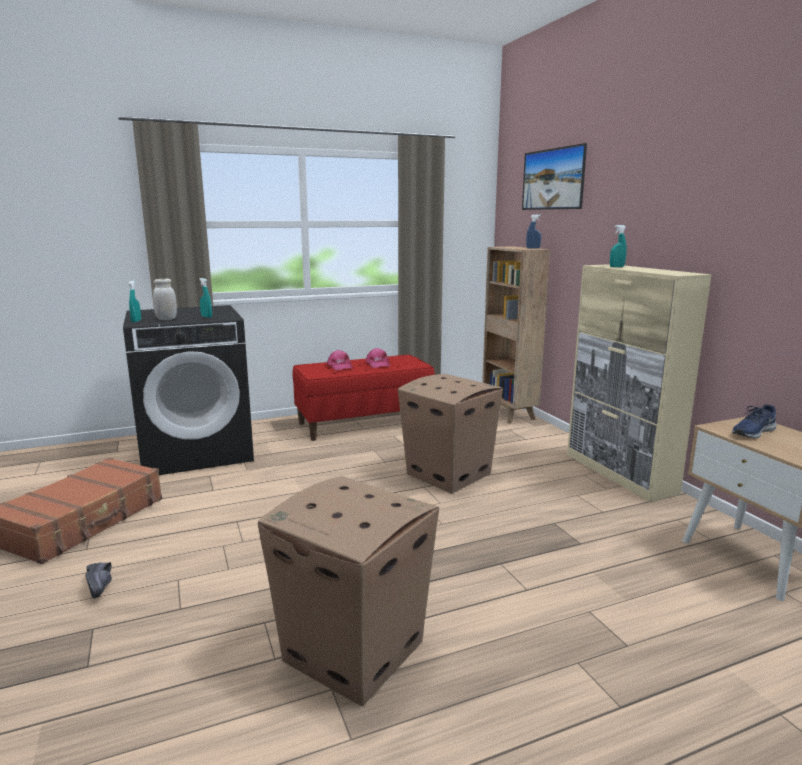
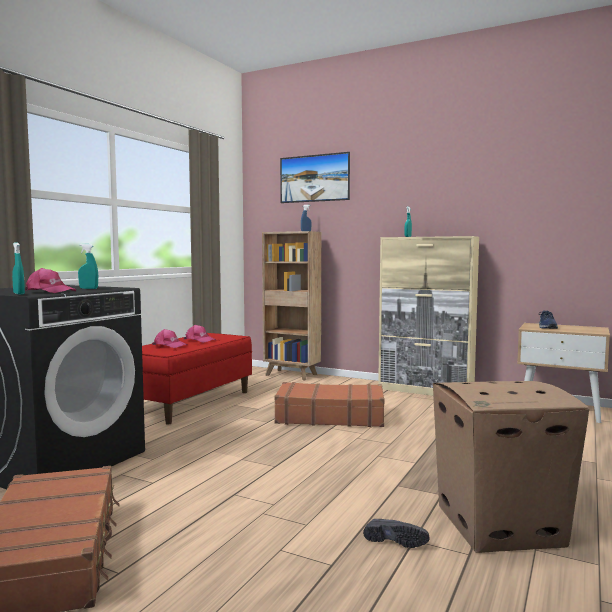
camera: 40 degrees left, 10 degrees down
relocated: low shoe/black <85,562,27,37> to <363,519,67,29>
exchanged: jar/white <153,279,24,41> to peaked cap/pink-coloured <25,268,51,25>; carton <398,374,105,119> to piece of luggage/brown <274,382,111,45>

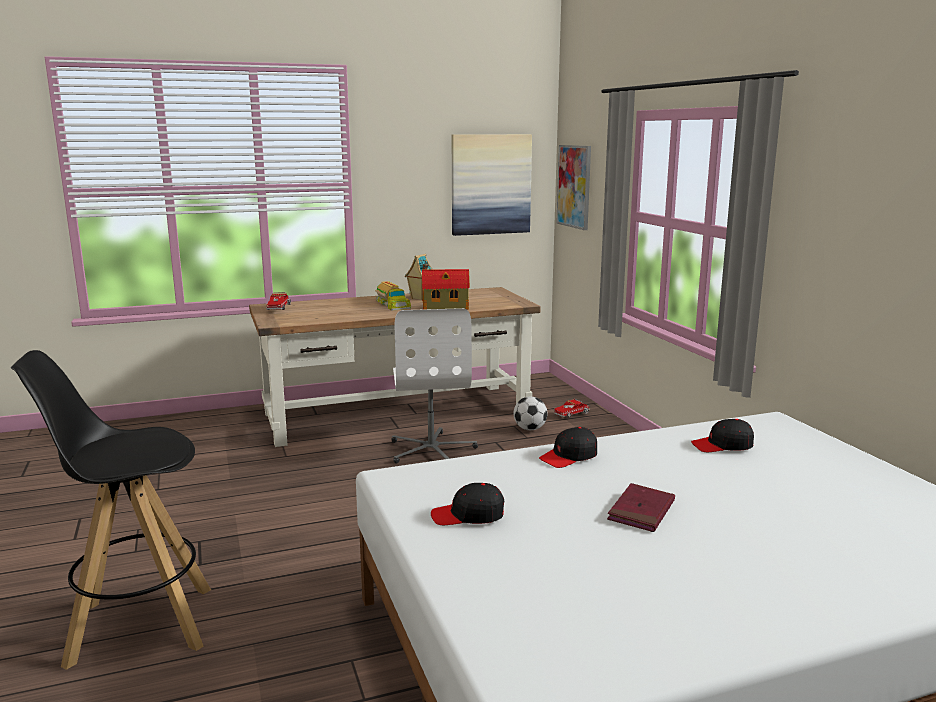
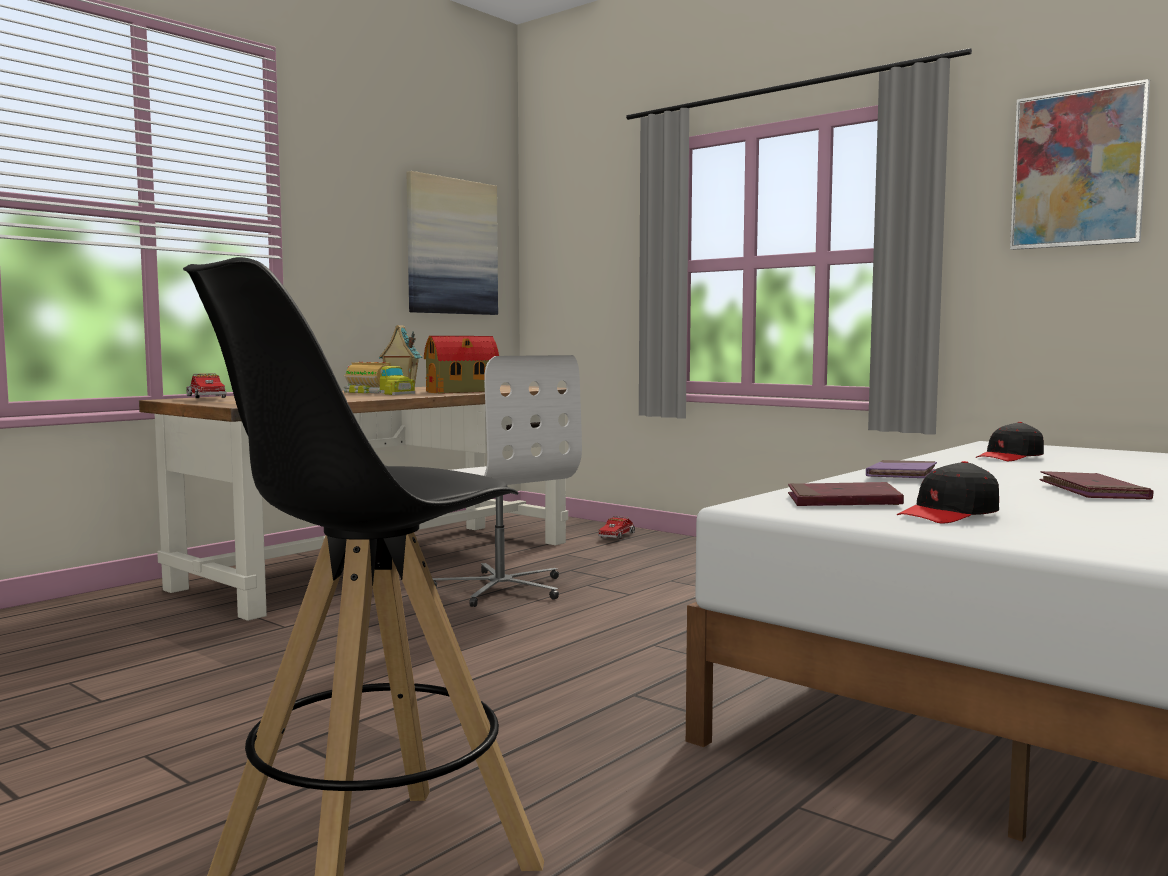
camera: 30 degrees left, 10 degrees down
missing: football <513,396,35,34>
appeared: bound book/reddish <788,482,116,24>
relocated: wall art <556,145,35,85> to <1010,79,140,171>
exchanged: peaked cap/black <539,427,58,41> to bound book/purple <866,460,71,18>

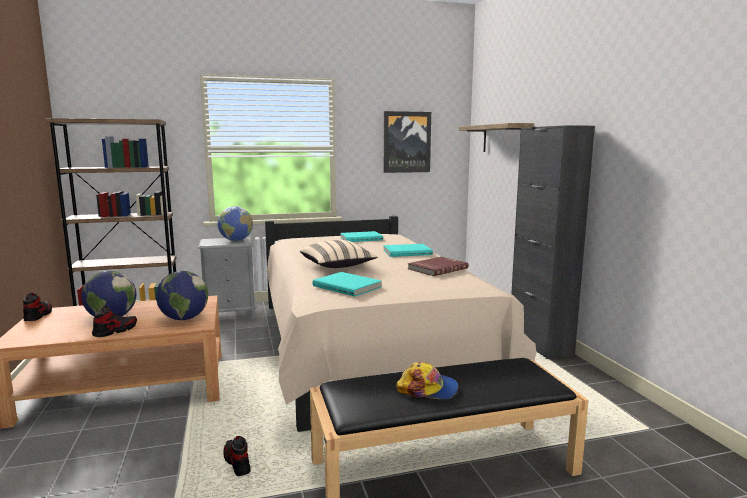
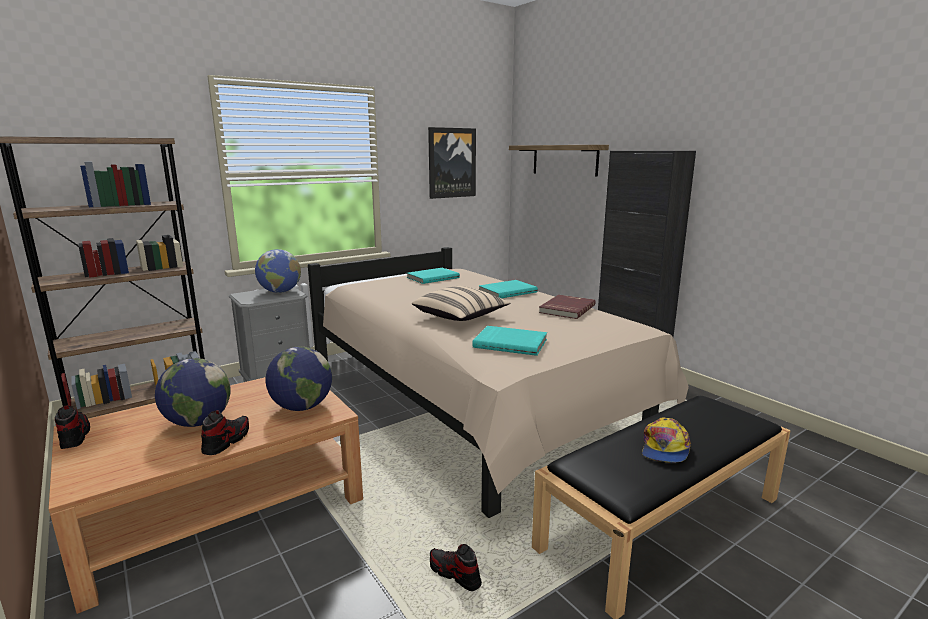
camera: 20 degrees left, 5 degrees up
spun: peaked cap <396,362,62,38> = <642,418,49,44> 120 degrees clockwise

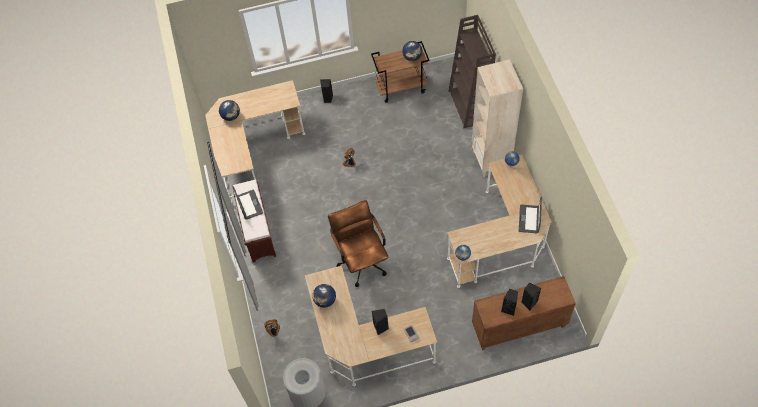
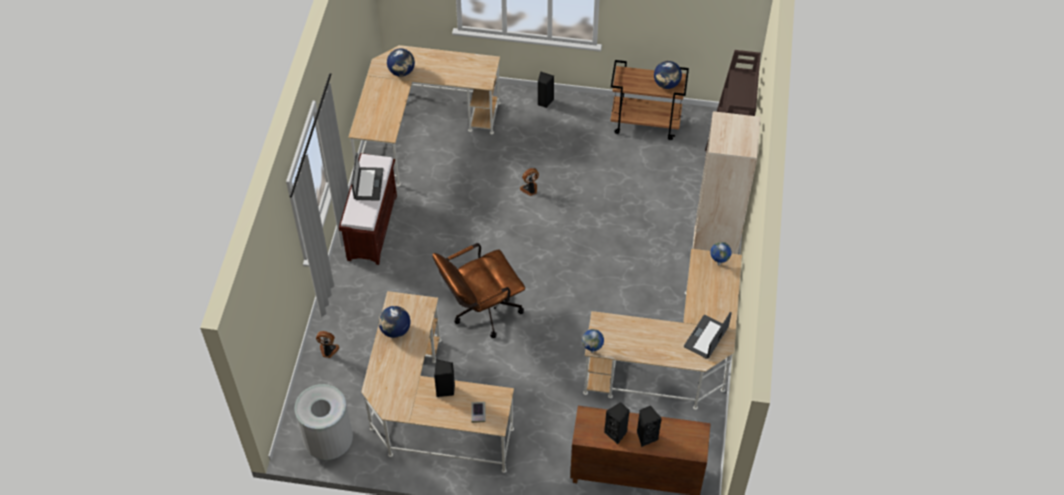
camera: 20 degrees right, 5 degrees down
spun: computer chair/brown <328,200,60,87> = <432,243,93,95> 120 degrees counterclockwise

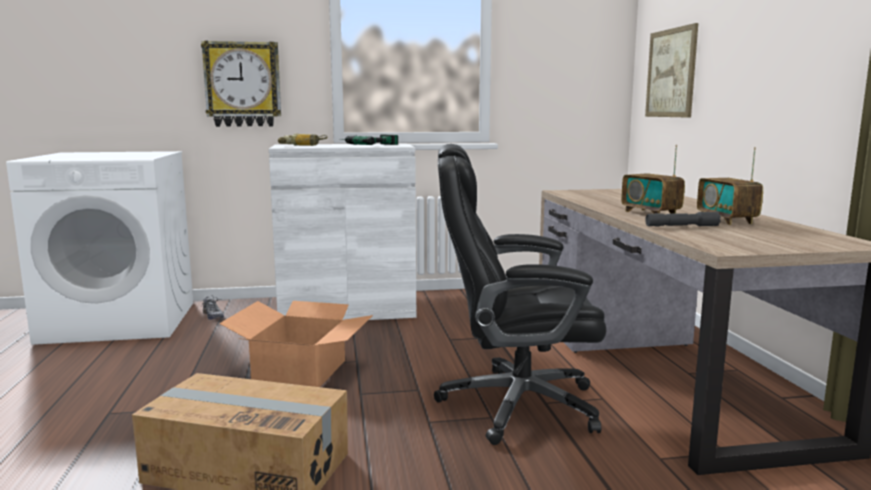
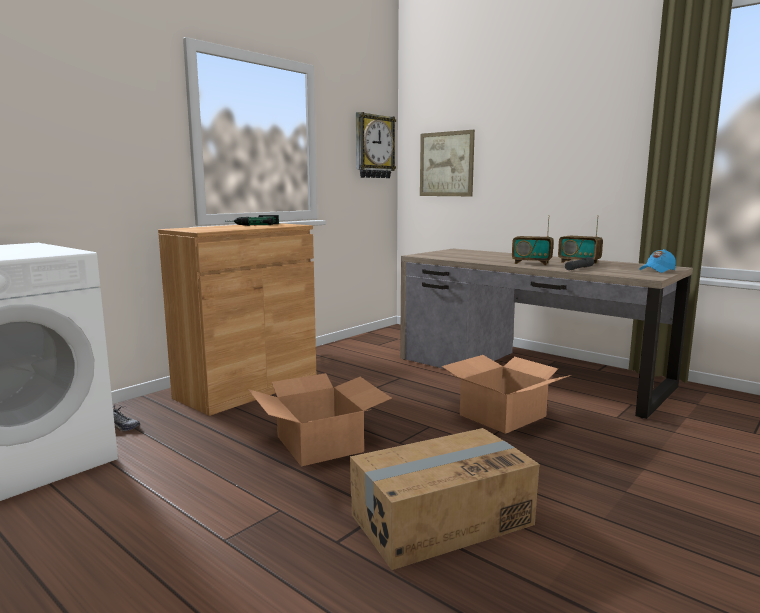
camera: 40 degrees left, 0 degrees up
missing: electric drill <278,134,50,12>
appeared: peaked cap/bluish <639,249,37,24>
relocated: hanging clock <201,41,80,86> to <356,112,40,66>
exchanged: computer chair/black <434,144,172,301> to carton <441,355,130,79>
colour: cabinet/white <269,144,147,176> to cabinet/brown <158,223,158,193>

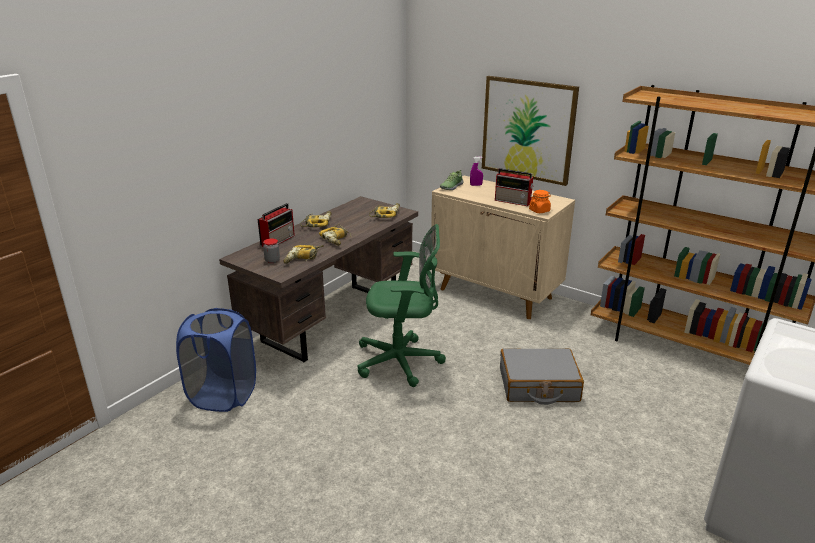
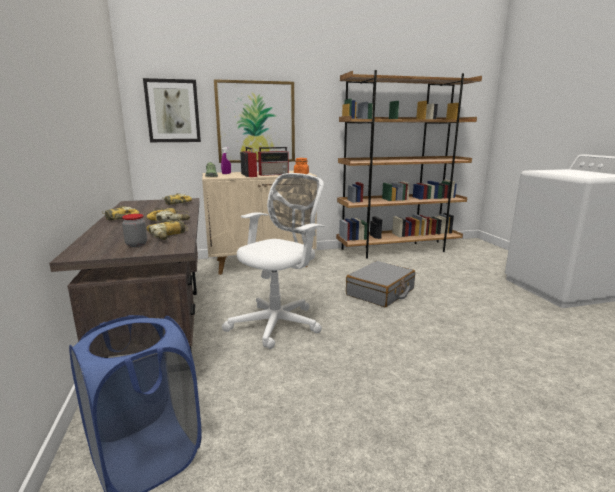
camera: 50 degrees left, 10 degrees down
appeared: wall art <143,78,58,64>
relocated: radio <258,203,37,44> to <240,147,17,30>
colour: computer chair/green <357,224,89,163> to computer chair/white <222,173,103,176>

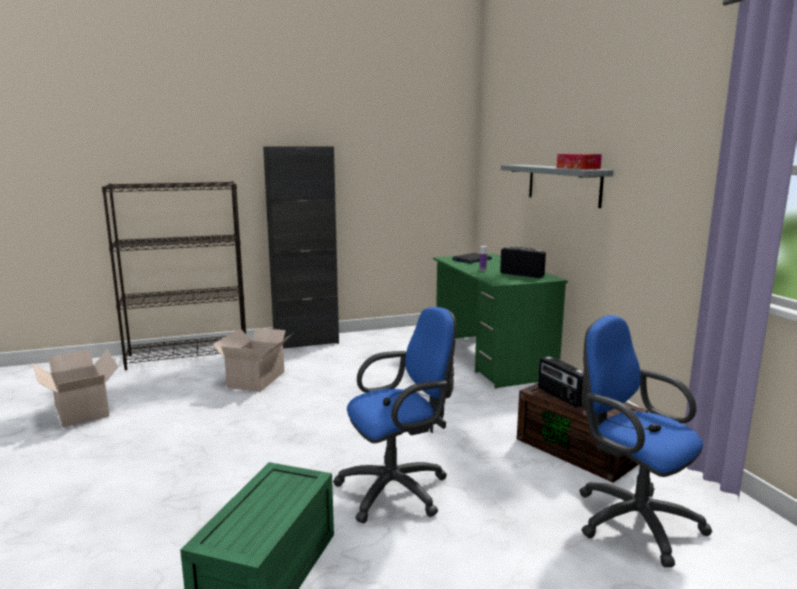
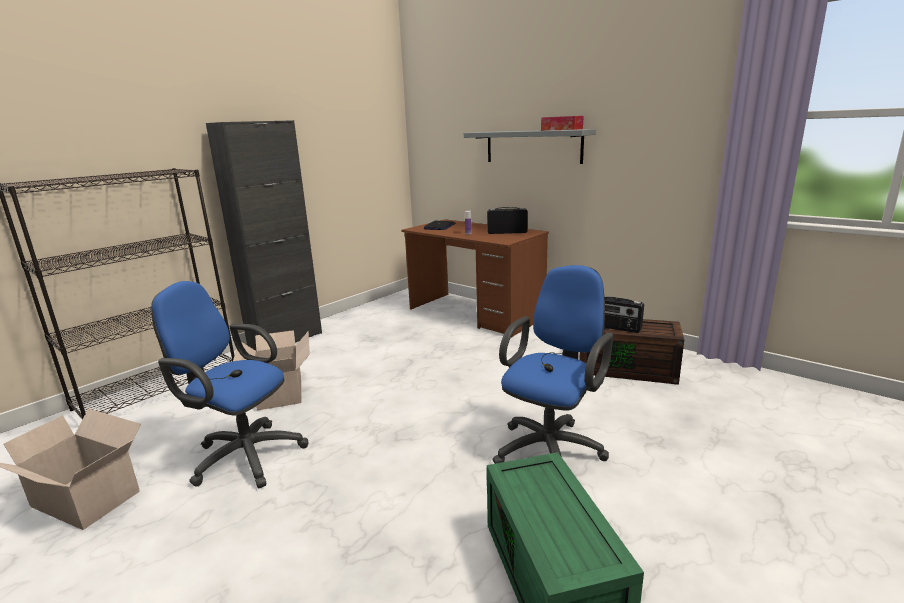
camera: 30 degrees left, 5 degrees up
relocated: computer chair/bluish <579,315,133,252> to <151,281,157,208>
colour: desk table/green <433,254,135,135> to desk table/brown <401,219,148,119>

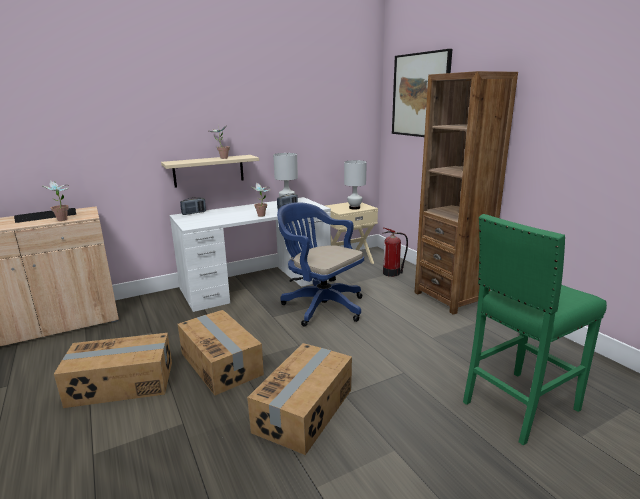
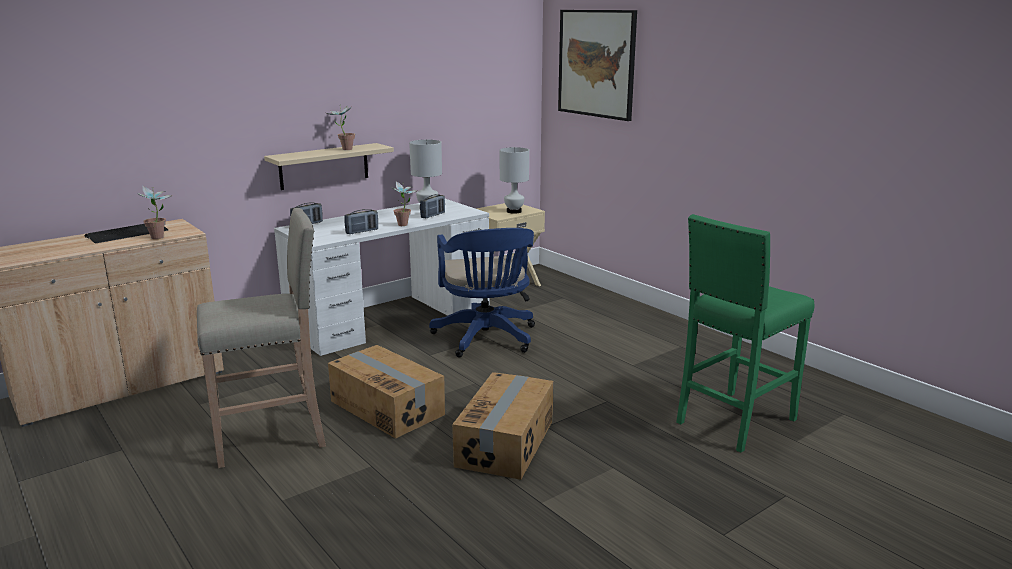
camera: 10 degrees left, 0 degrees up
missing: extinguisher <382,227,26,50>; shelving unit/brown <415,71,103,244>
appeared: radio <345,209,33,25>
exchanged: carton <54,333,118,75> to stool/beige <197,208,129,260>
spun: computer chair/bluish <277,202,87,125> = <429,228,106,129> 135 degrees counterclockwise

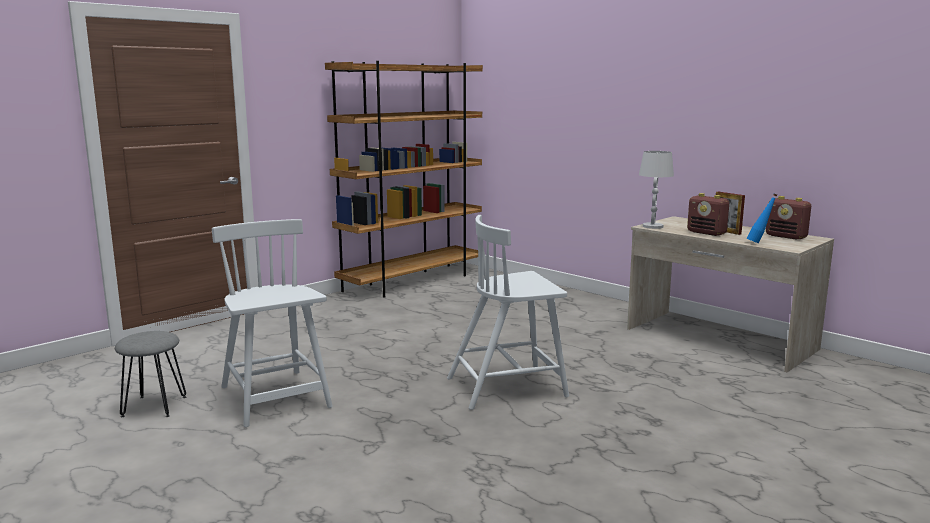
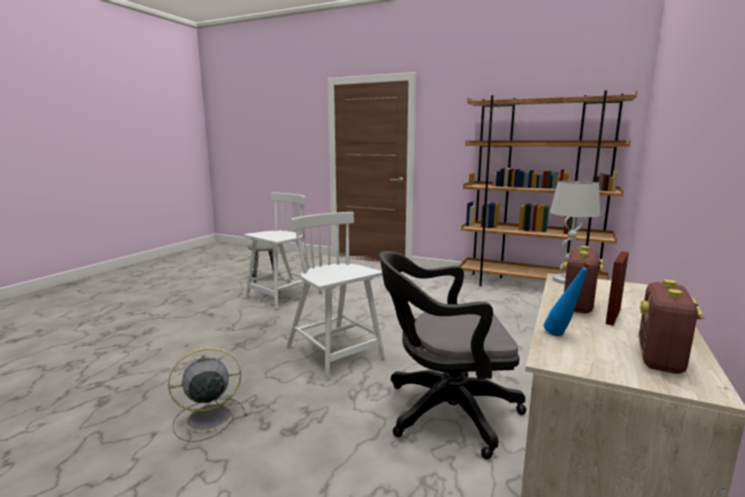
camera: 70 degrees right, 0 degrees up
appeared: cooling fan/gray <168,347,79,95>; computer chair/black <379,251,148,209>

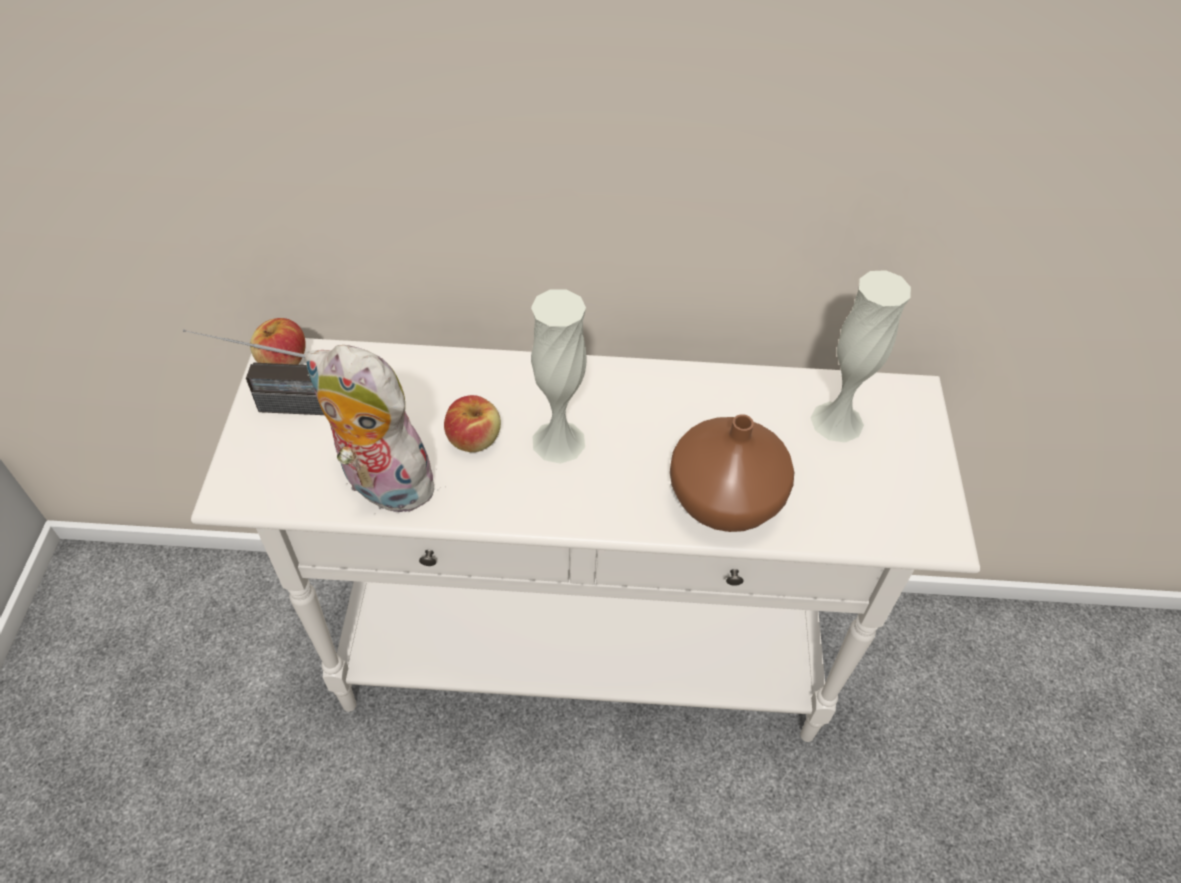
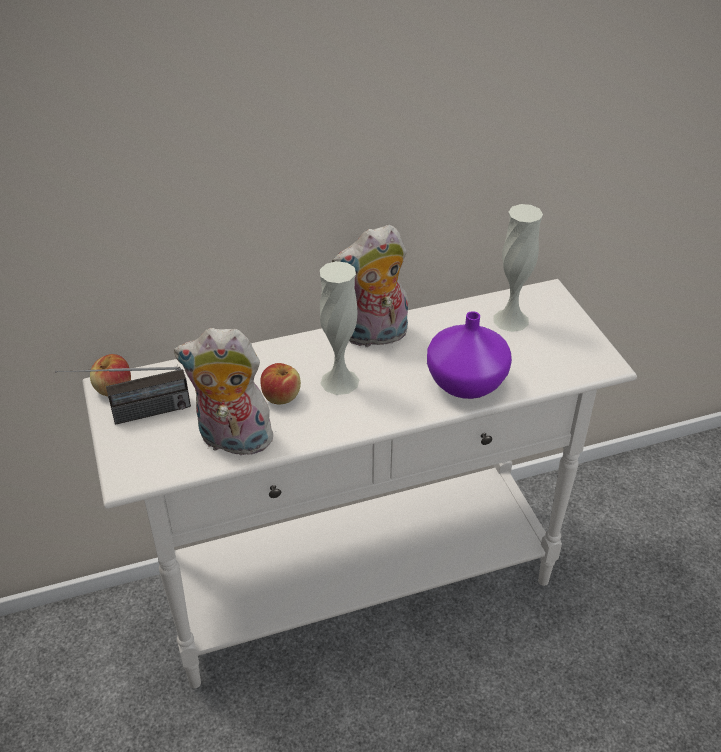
camera: 20 degrees left, 10 degrees down
appeared: soft toy <332,224,76,124>
colour: flower vase/brown <670,414,124,118> to flower vase/purple <427,311,85,88>

